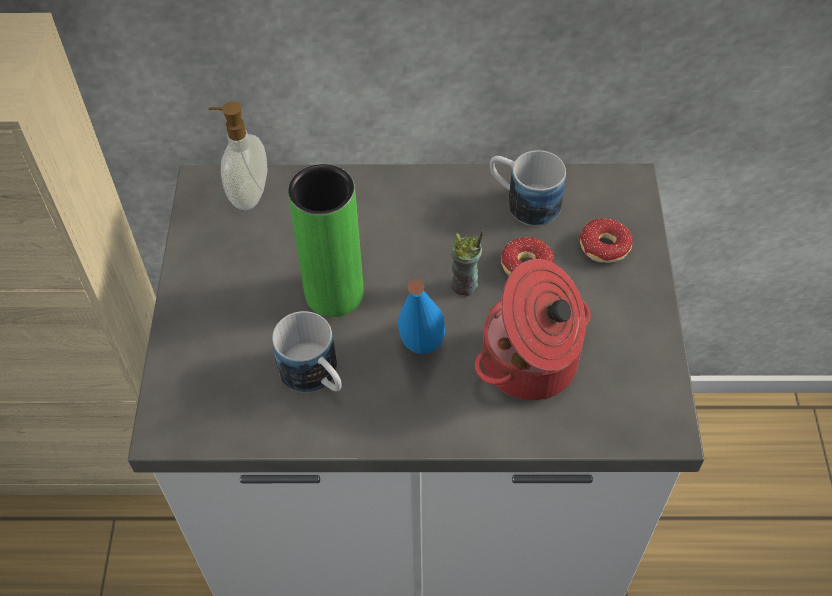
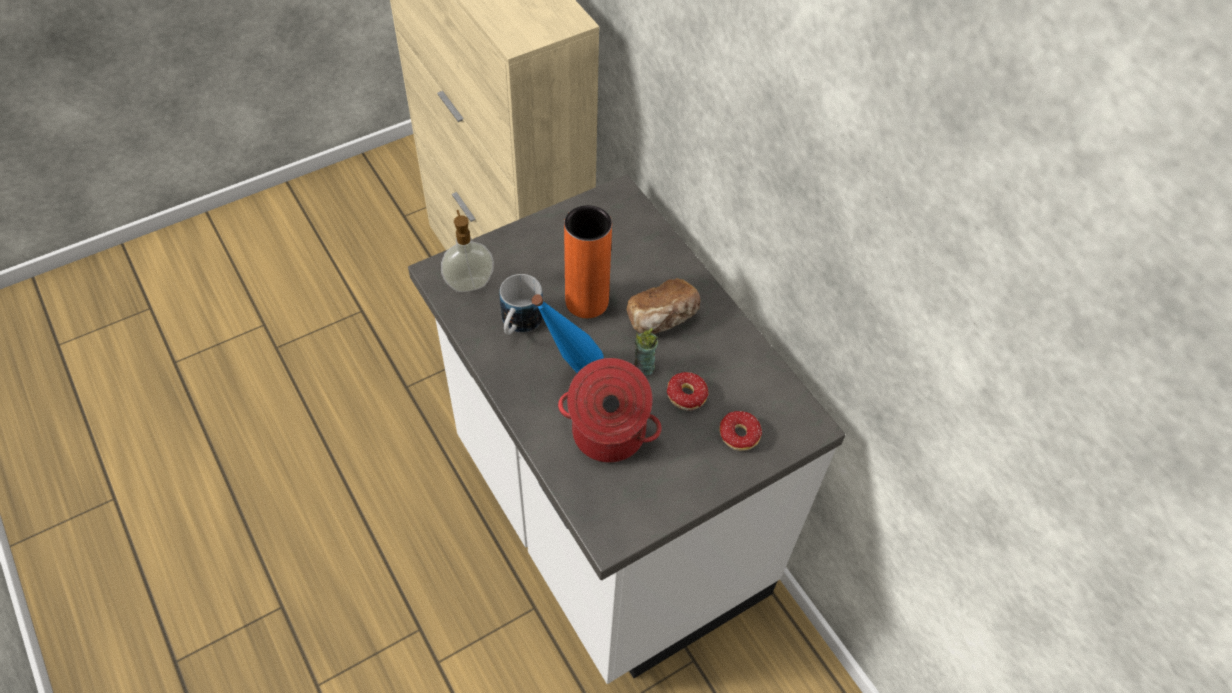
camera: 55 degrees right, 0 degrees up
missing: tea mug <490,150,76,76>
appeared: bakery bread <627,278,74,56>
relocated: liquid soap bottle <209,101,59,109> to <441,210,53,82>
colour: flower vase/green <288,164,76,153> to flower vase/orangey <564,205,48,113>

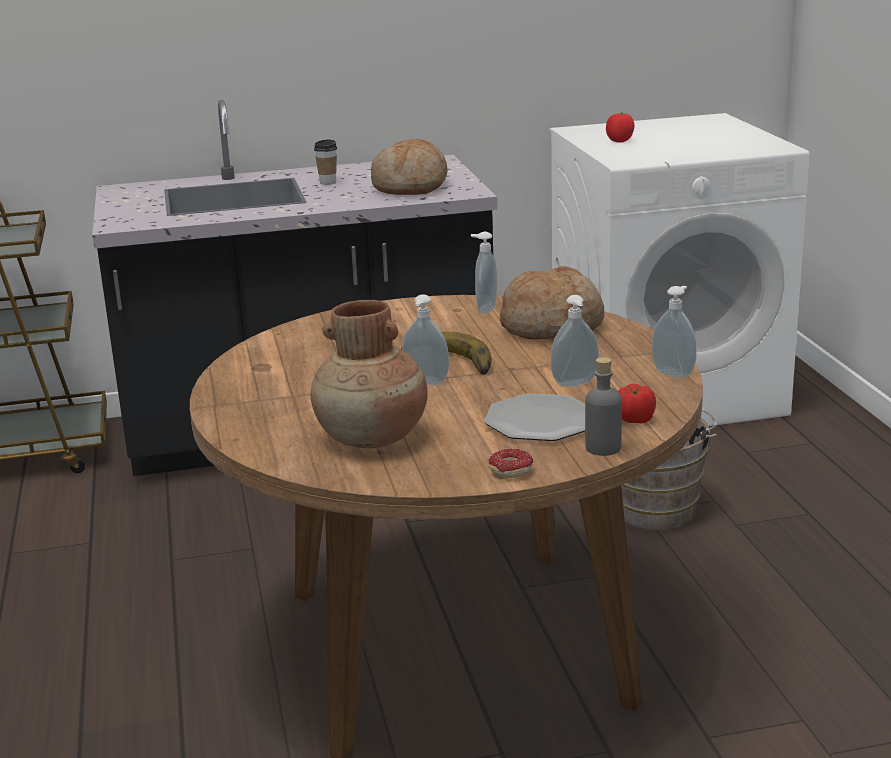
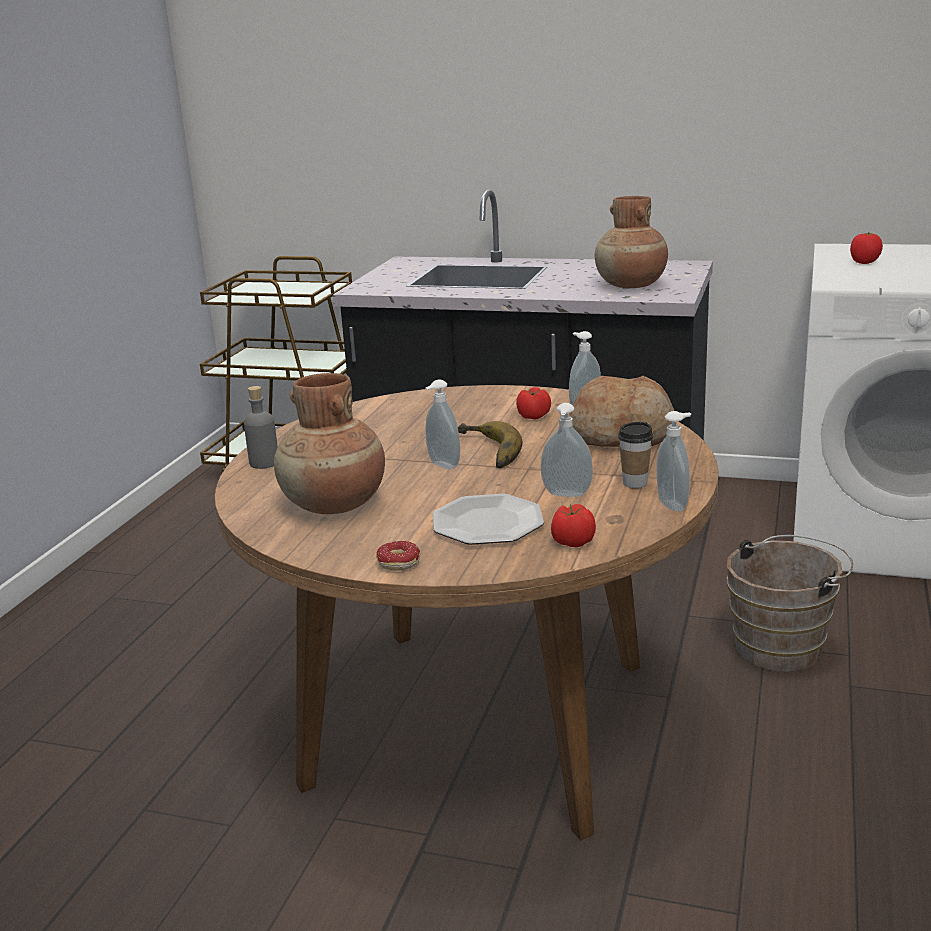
camera: 30 degrees right, 0 degrees up
appeared: fresh tomato <516,387,35,33>
relocated: drinking cup <314,140,23,45> to <618,422,35,66>; drink bottle/gray <585,357,37,99> to <244,386,34,83>
exchanged: bakery bread <371,139,77,56> to flower vase/brown <595,196,73,92>

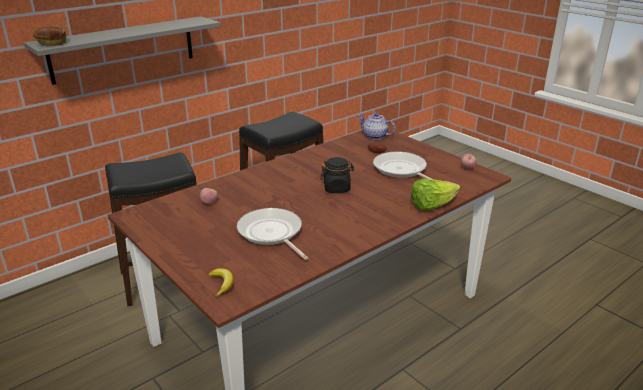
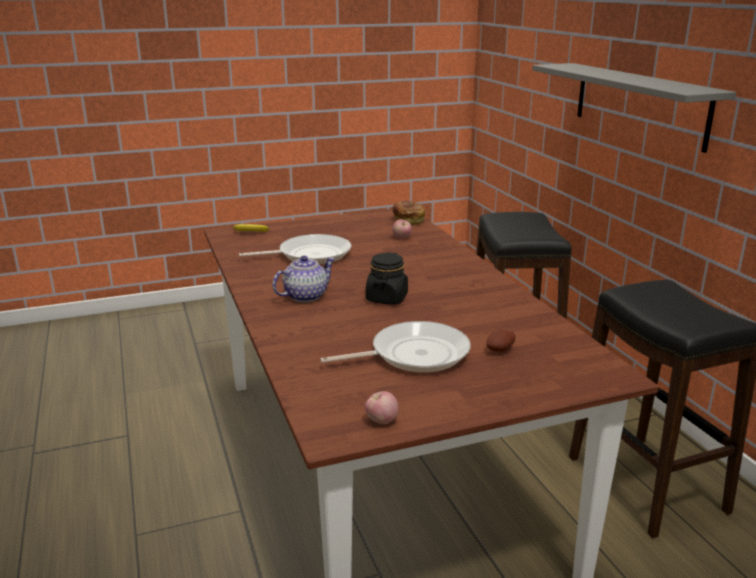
camera: 110 degrees right, 5 degrees down
missing: lettuce head <411,178,49,33>
relocated: bakery bread <33,26,33,20> to <392,201,33,24>; tea pot <357,113,39,27> to <272,256,63,46>

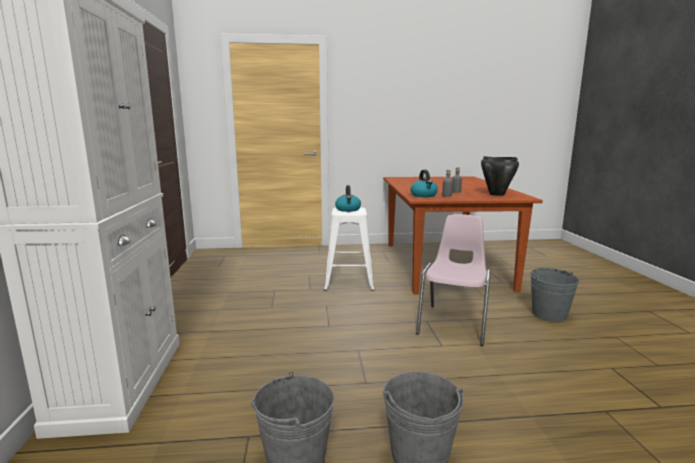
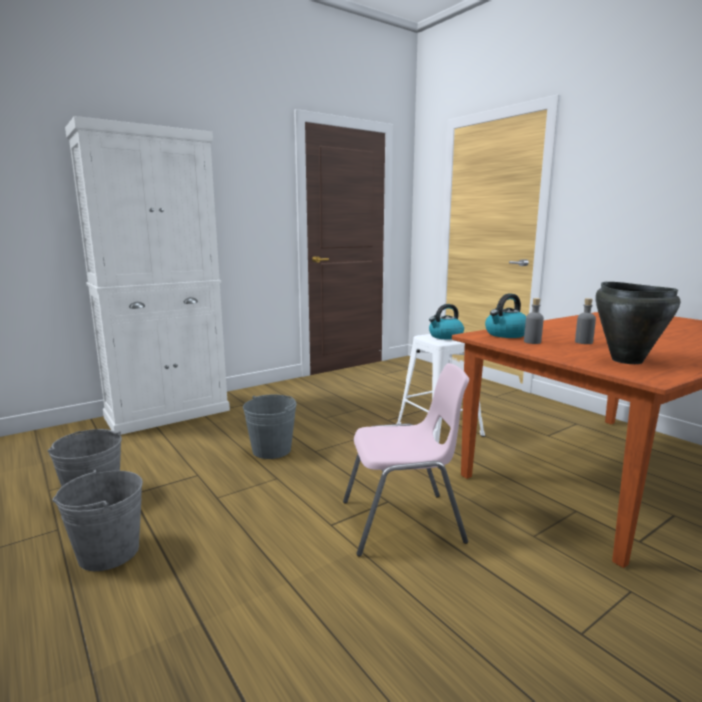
camera: 60 degrees right, 0 degrees up
relocated: pail/gray <530,268,50,54> to <243,395,54,64>

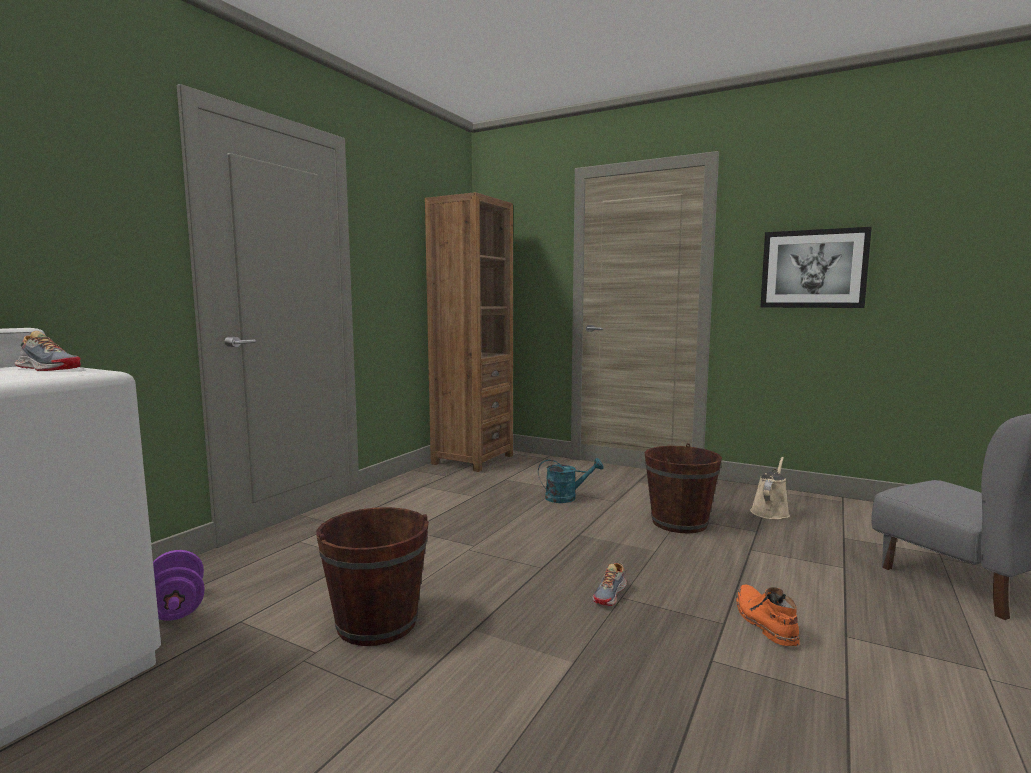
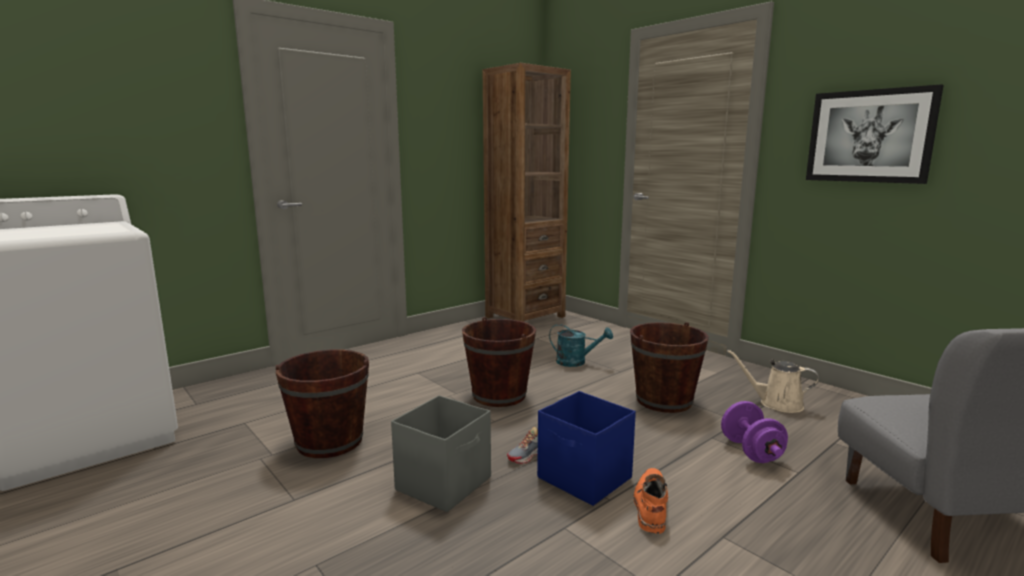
camera: 20 degrees right, 5 degrees up
missing: low shoe <15,331,66,40>
appeared: storage bin/gray <391,395,100,117>; pail/brown <462,317,74,90>; storage bin/bluish <537,391,99,115>
relocated: dumbbell/purple <153,550,51,71> to <721,401,67,62>
spun: sprinkling can/beige <750,457,40,63> = <727,350,92,63> 120 degrees counterclockwise

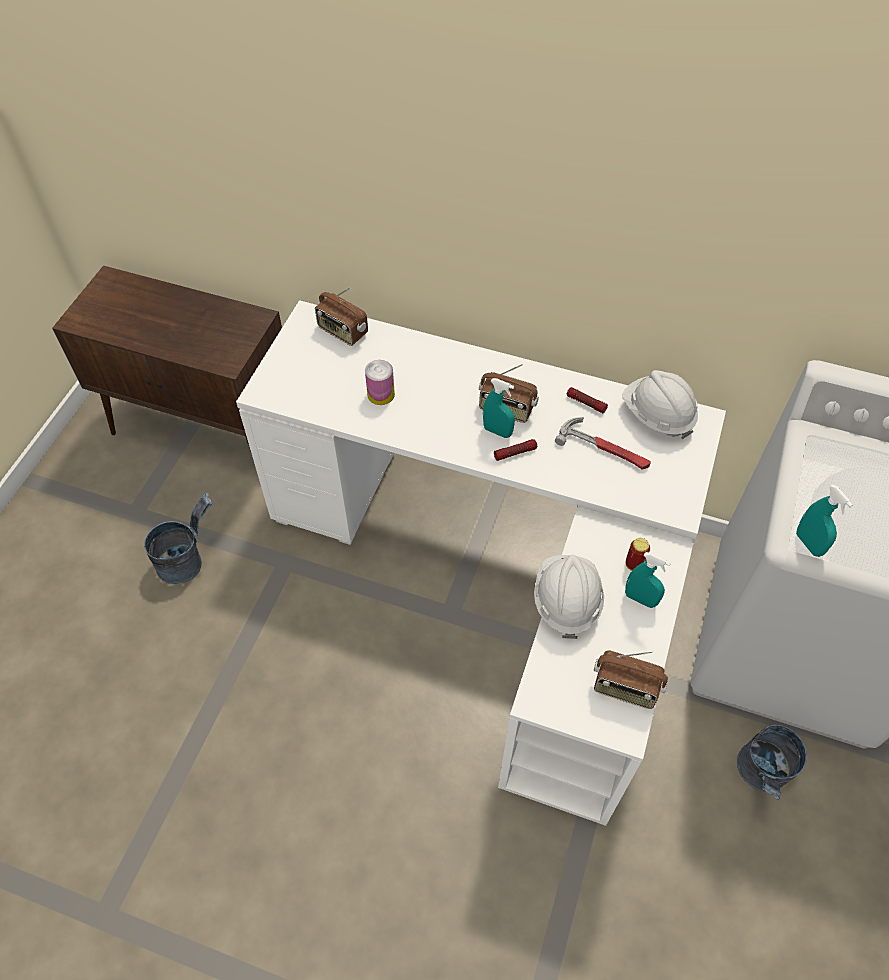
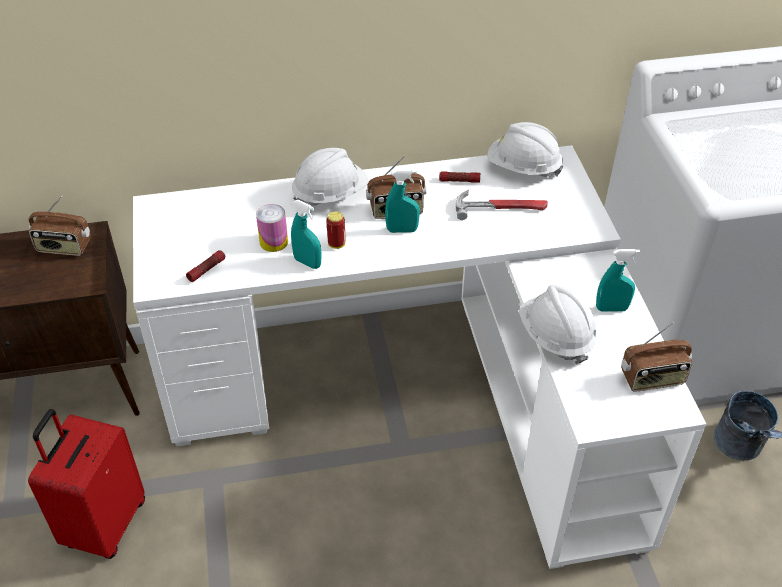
camera: 30 degrees left, 10 degrees down
appeared: hard hat/white <292,148,76,58>
relocated: radio <315,288,53,58> to <29,196,62,60>; hand torch <494,439,43,22> to <186,250,39,32>; can <625,538,25,33> to <326,211,20,38>; spray bottle/blue-green <796,484,57,73> to <291,200,30,69>
exchanged: pail/gray <144,493,68,91> to piece of luggage/reddish <28,409,117,150>

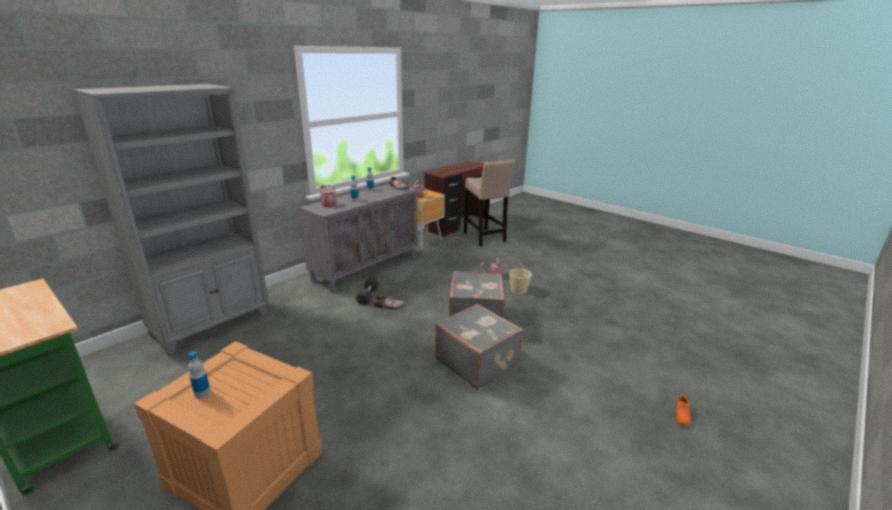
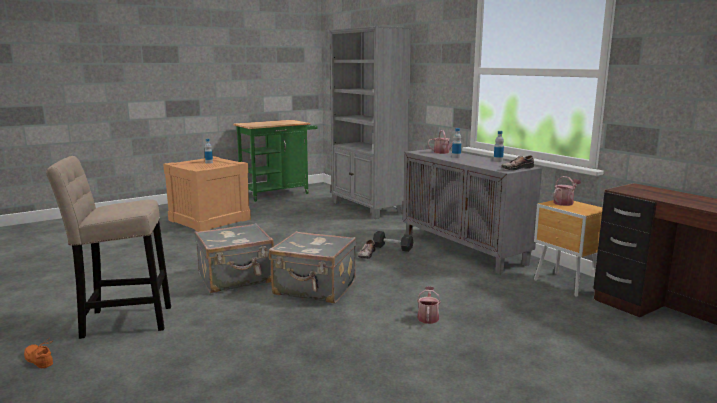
camera: 105 degrees right, 10 degrees down
missing: pail/beige <509,262,23,32>
relocated: stool/beige <464,160,51,86> to <46,156,125,183>

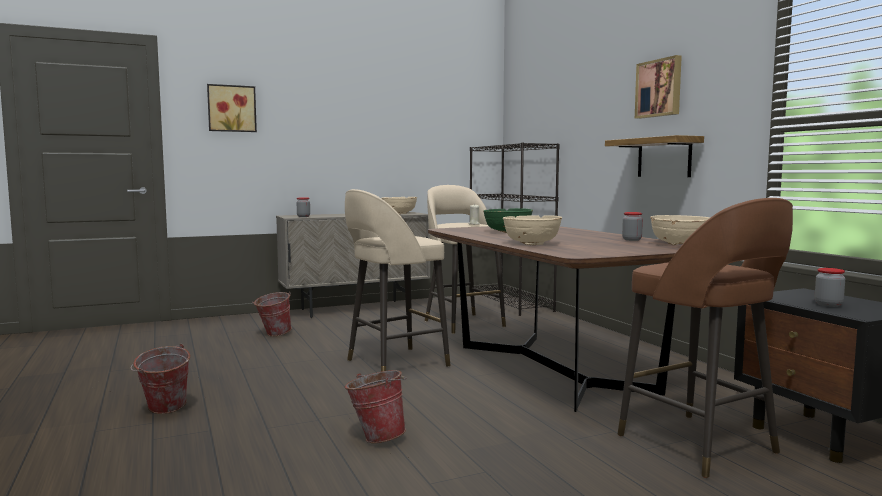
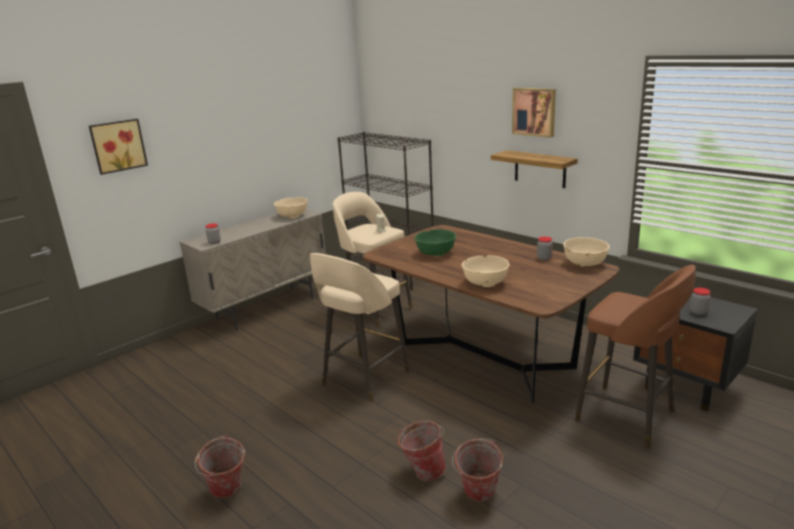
camera: 20 degrees left, 15 degrees up
relocated: pail <253,292,39,44> to <452,439,51,63>

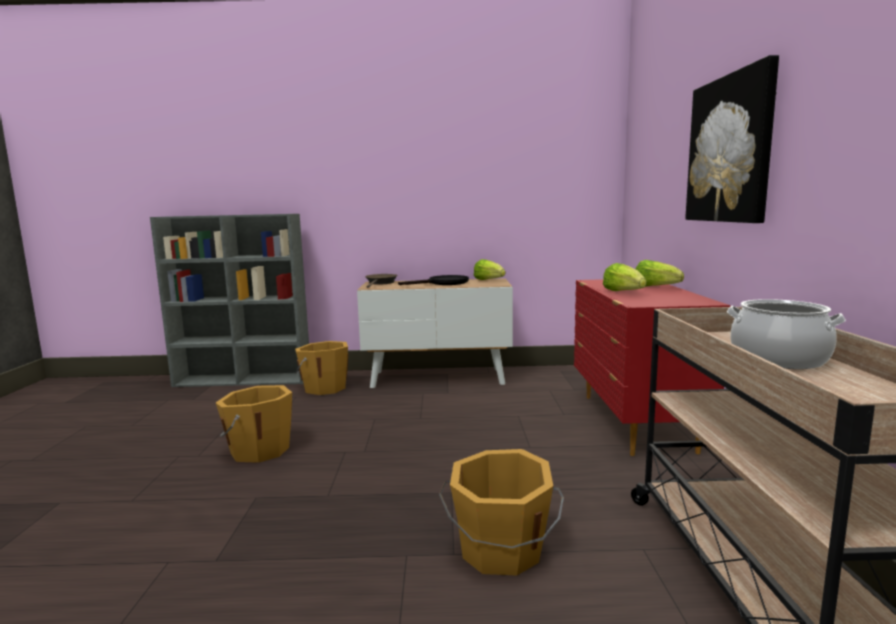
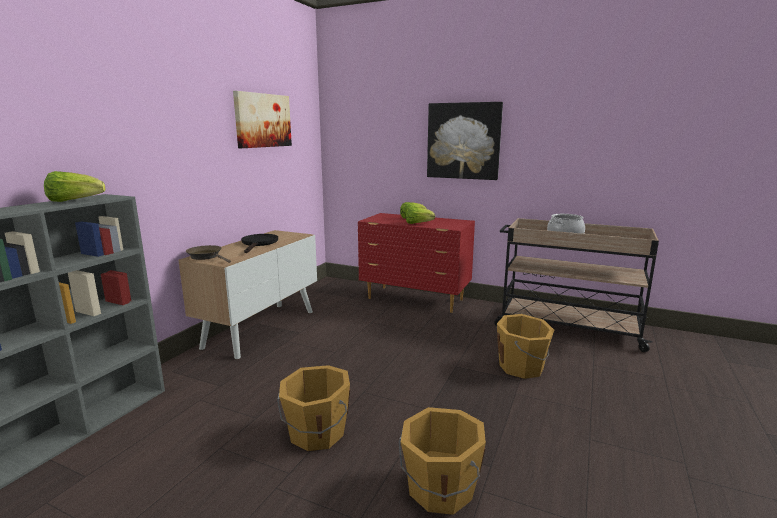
camera: 65 degrees left, 5 degrees up
appeared: wall art <233,91,59,57>
relocated: pail/orangey <295,341,53,54> to <399,407,87,108>; lettuce head <474,259,31,21> to <44,171,61,31>

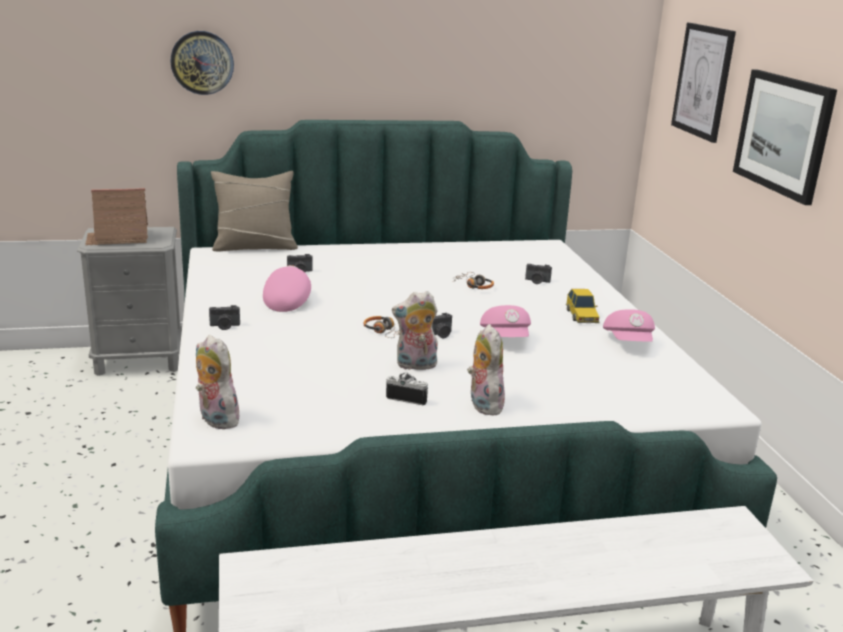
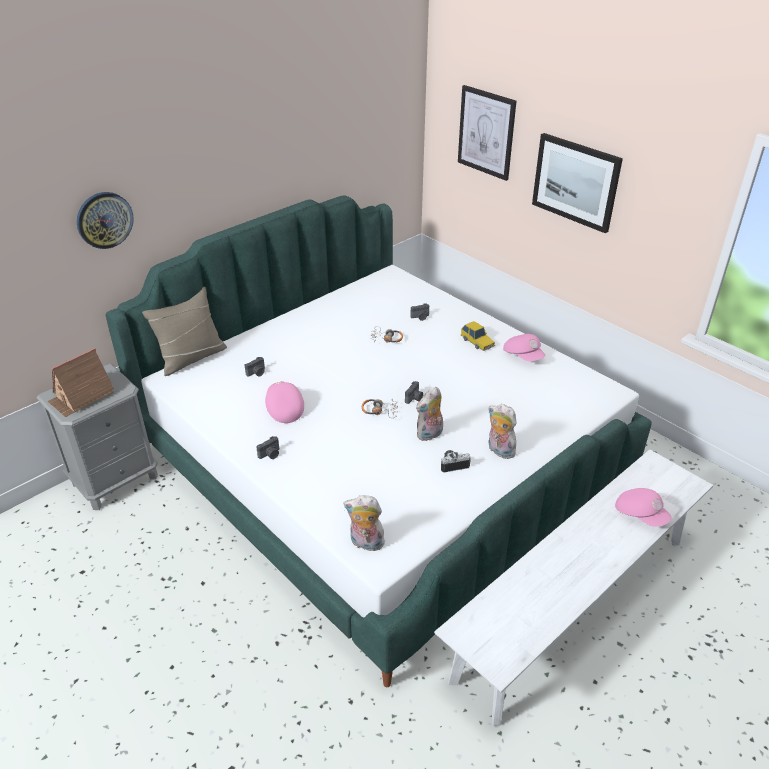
camera: 30 degrees left, 15 degrees up
relocated: peaked cap/pink-coloured <480,305,51,32> to <615,488,56,39>

